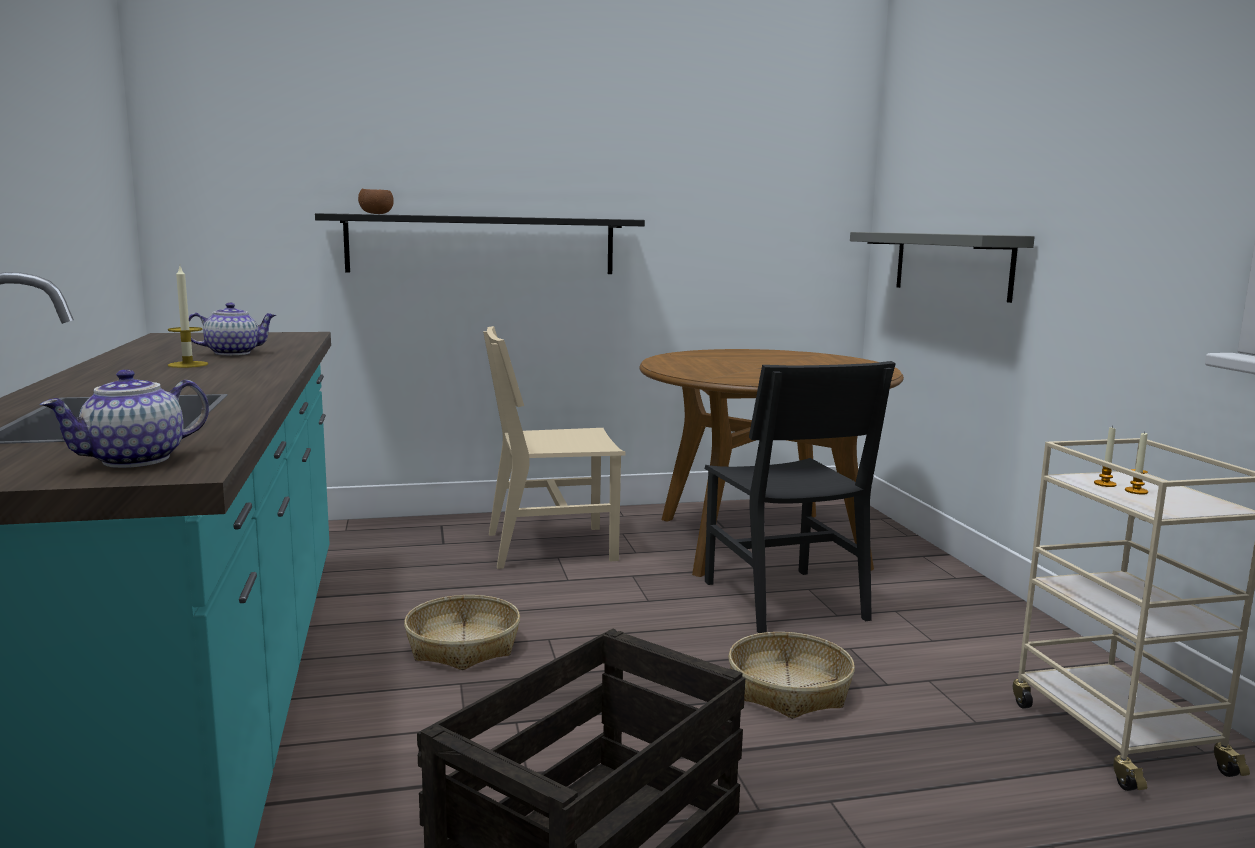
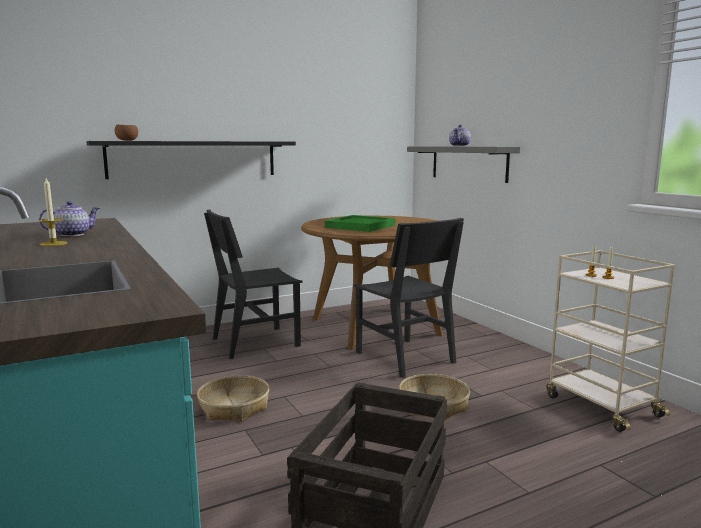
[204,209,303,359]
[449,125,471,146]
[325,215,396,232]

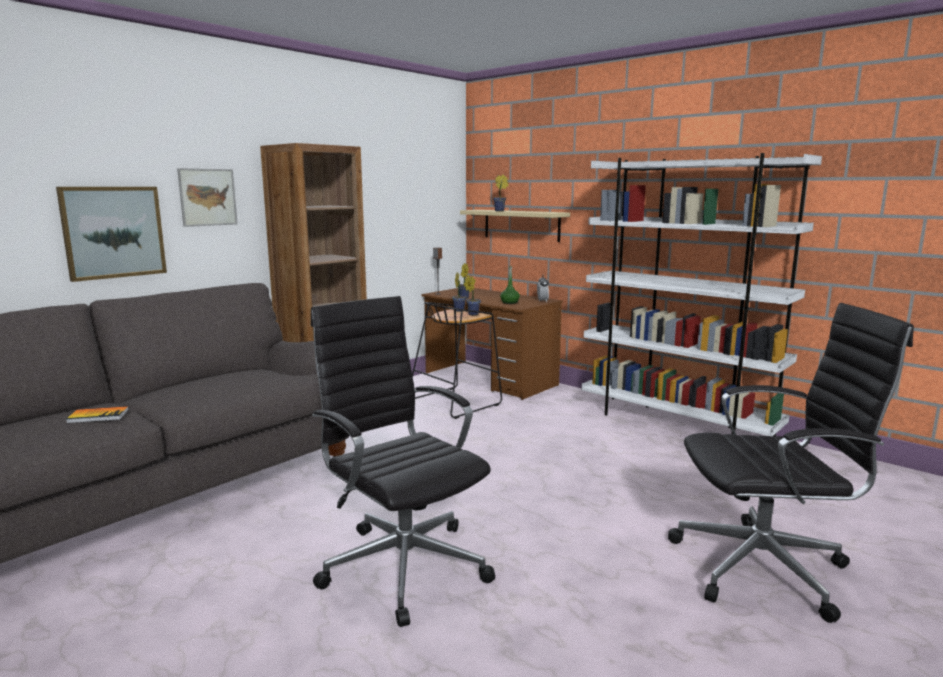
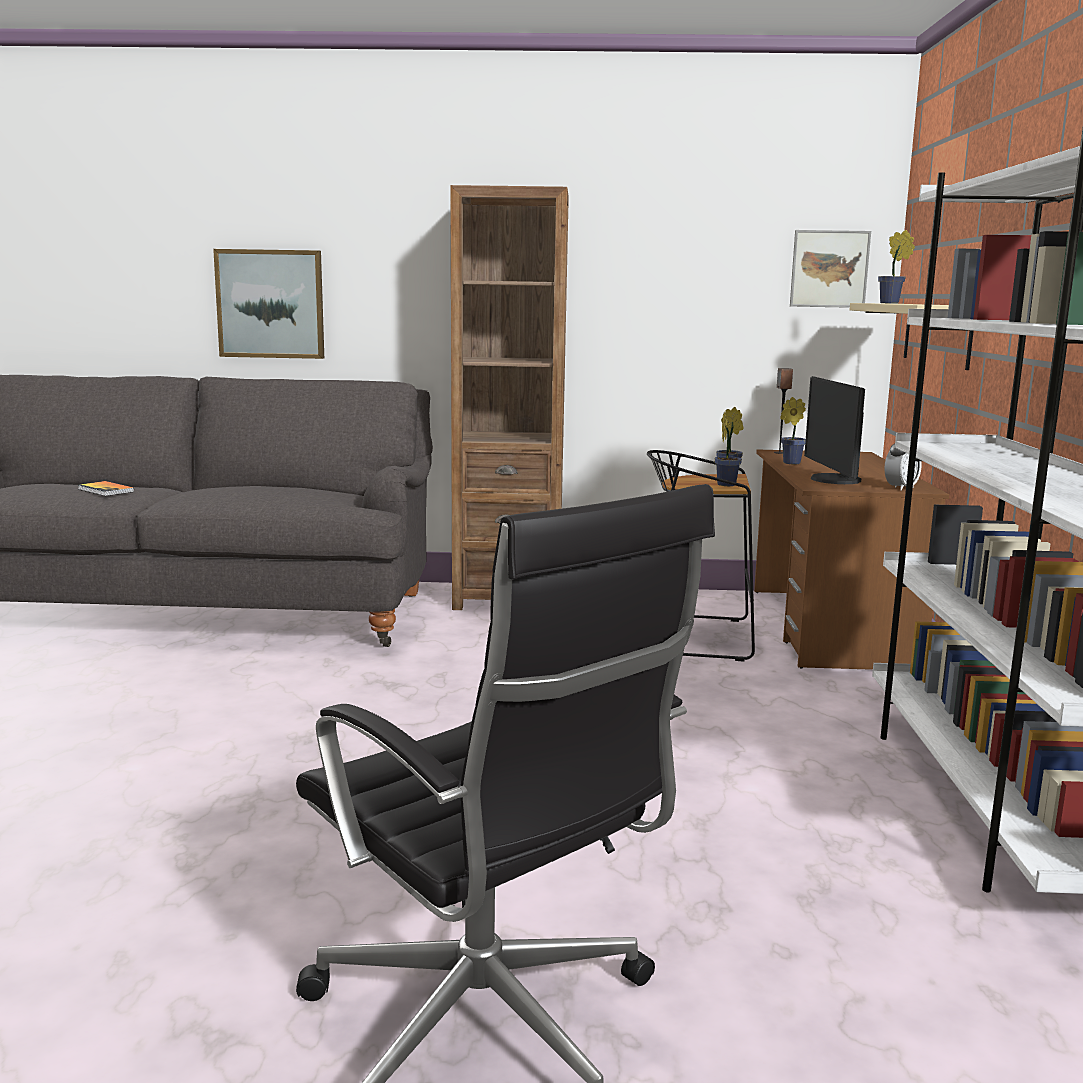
[790,230,871,308]
[804,376,865,484]
[311,296,495,627] (first image)

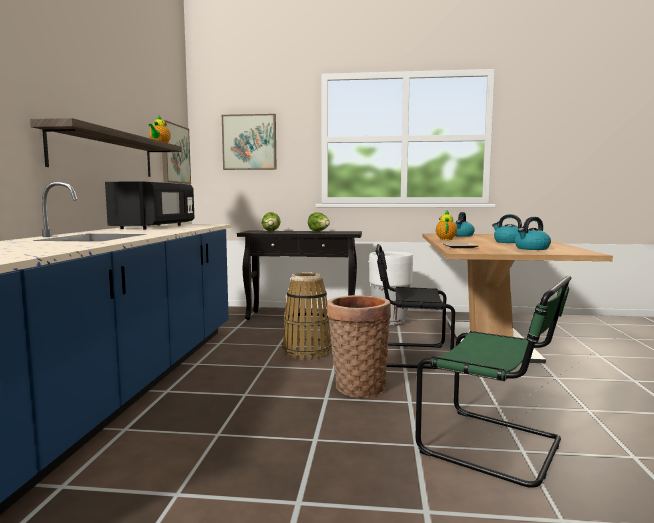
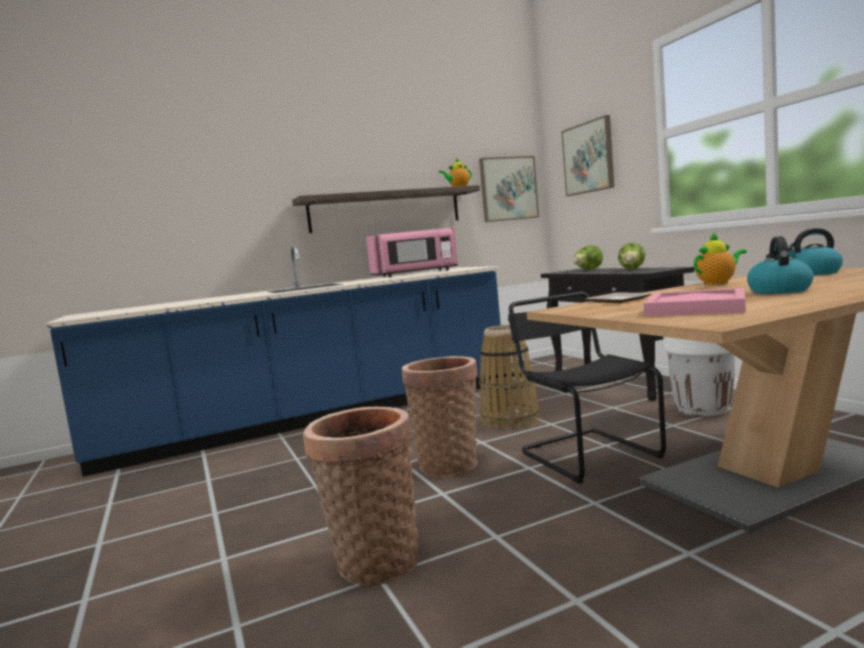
[366,228,458,277]
[643,288,746,316]
[303,407,418,585]

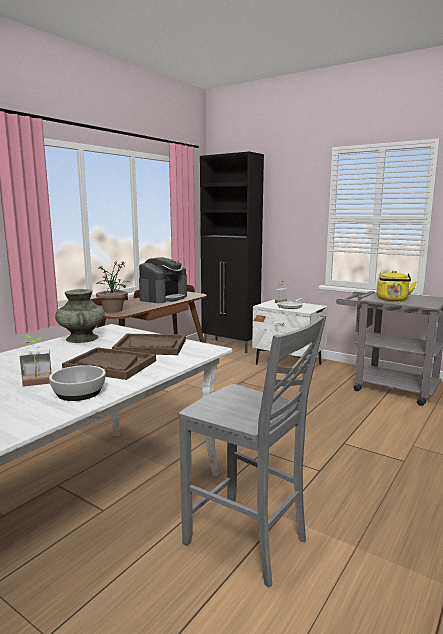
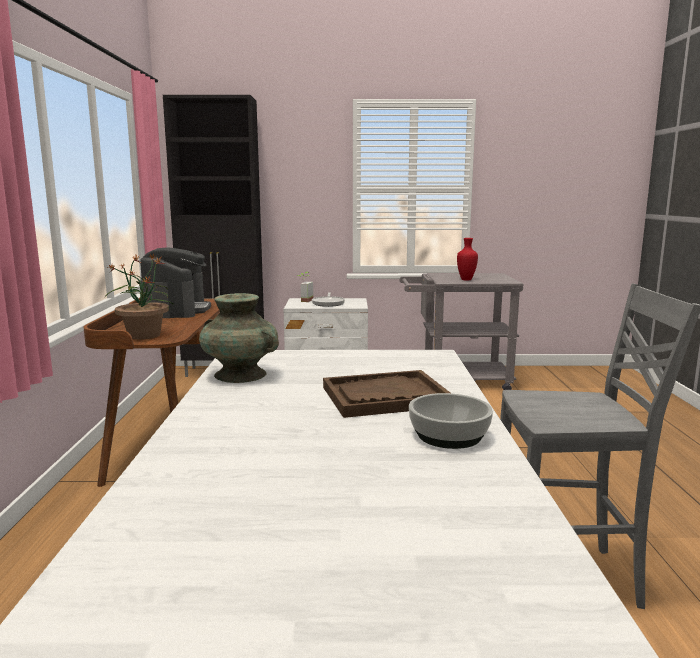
[457,238,478,281]
[112,334,186,355] (first image)
[20,335,52,387] (first image)

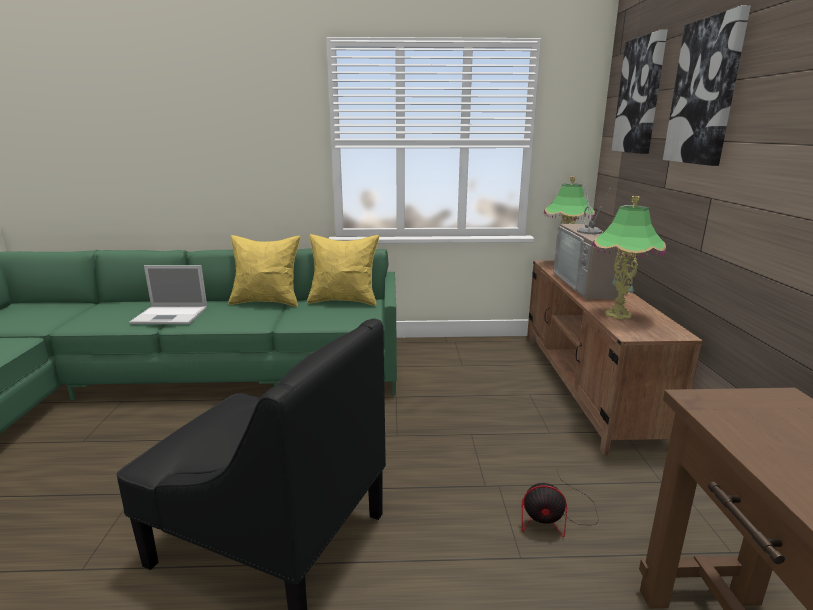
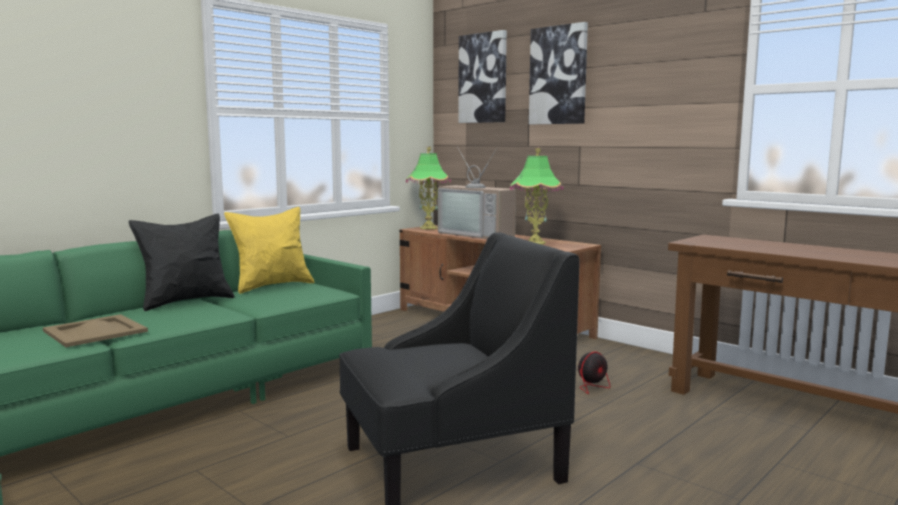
[129,214,235,311]
[43,314,148,347]

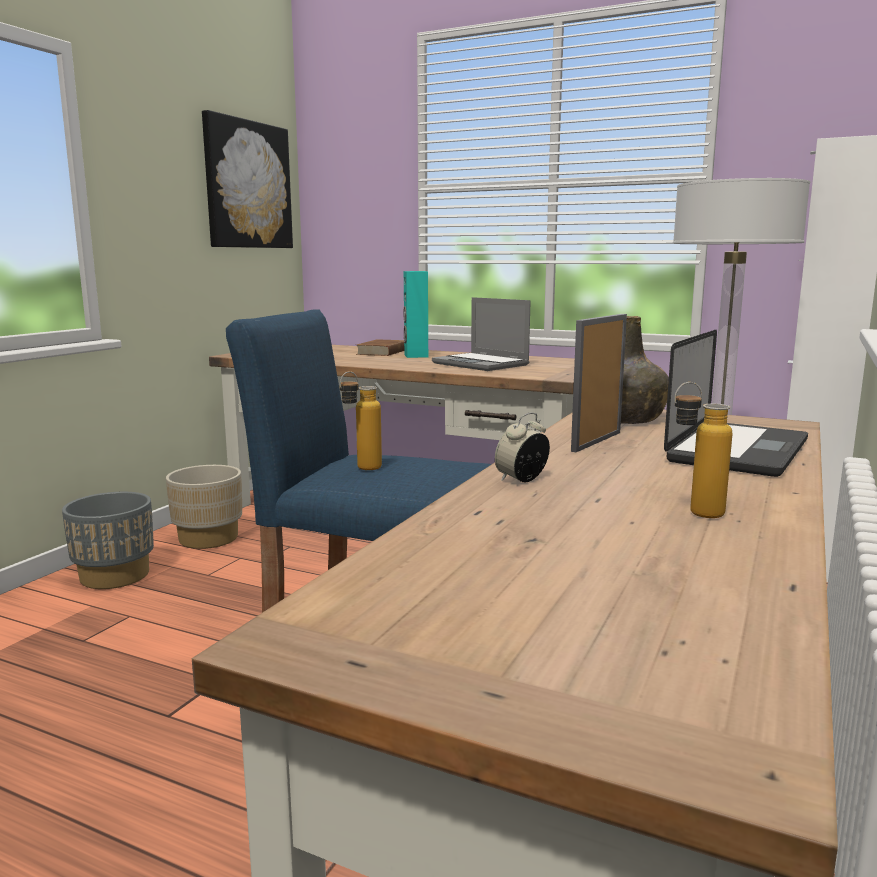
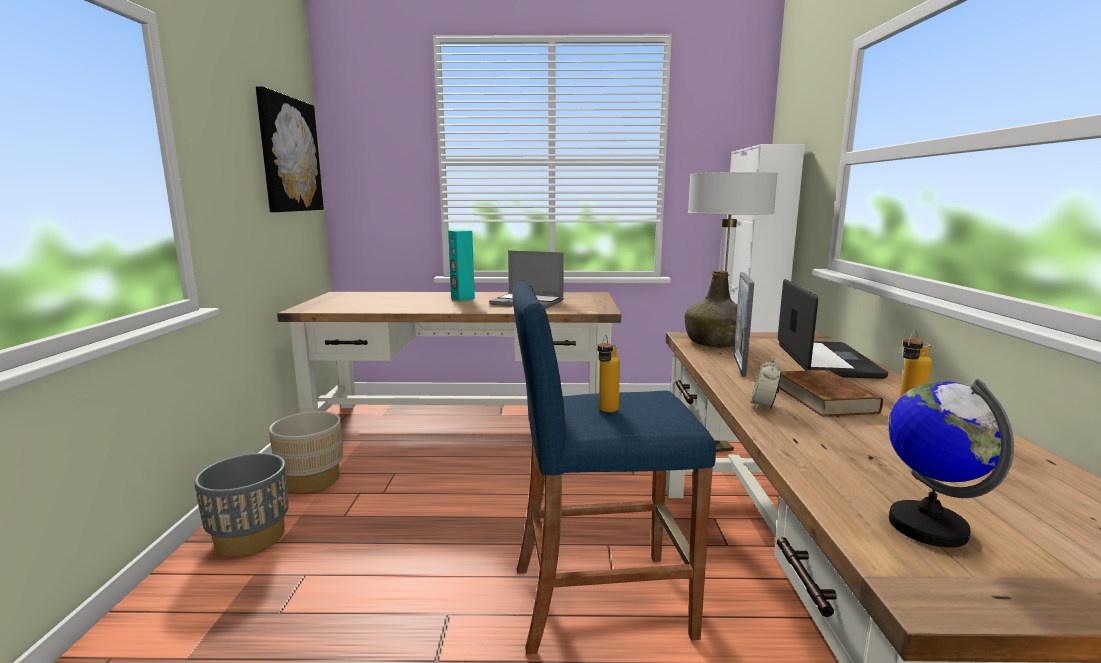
[779,370,883,417]
[888,379,1014,548]

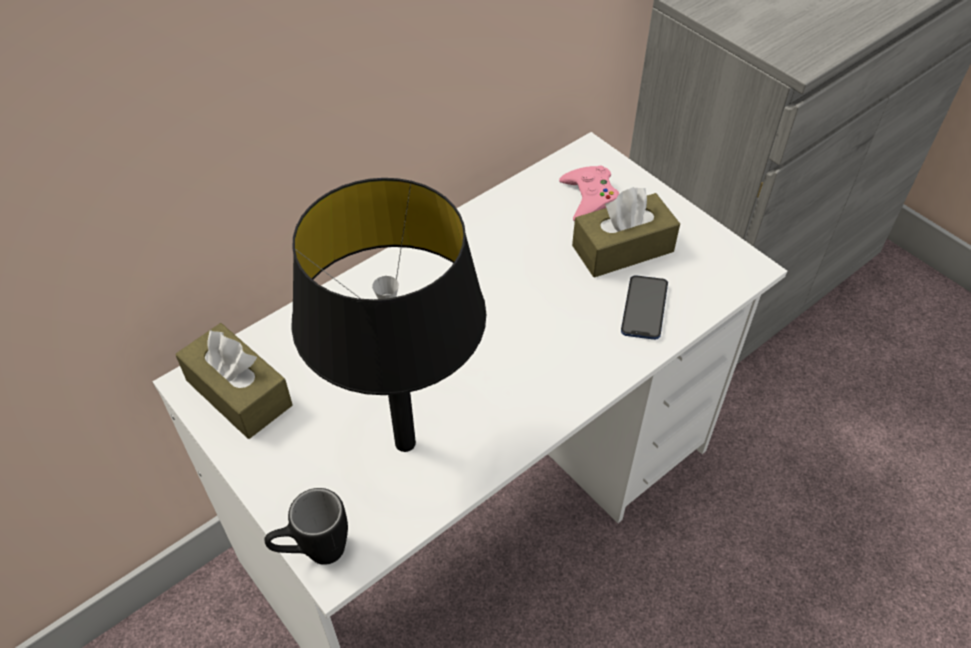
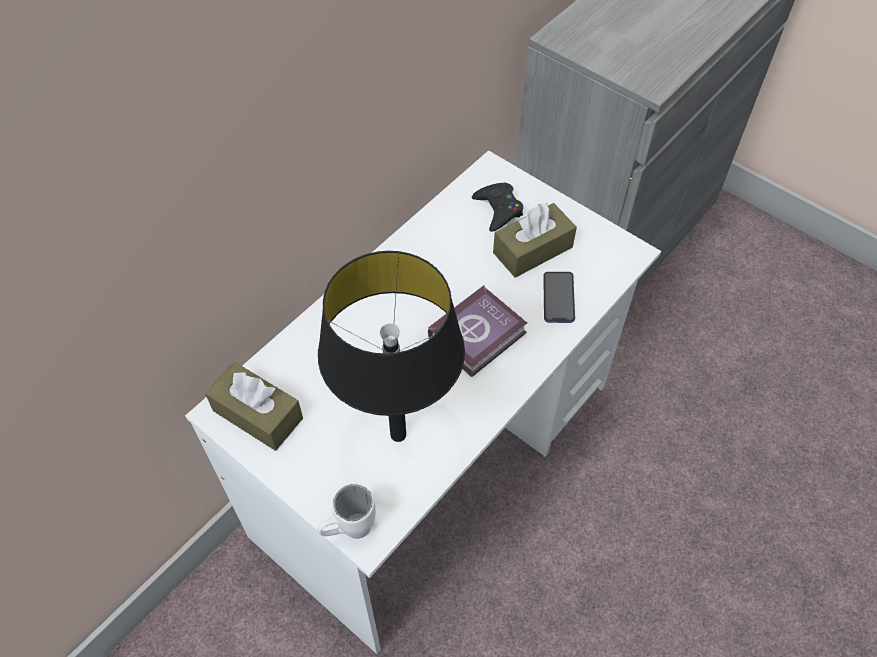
[472,183,523,232]
[317,484,376,539]
[428,285,527,377]

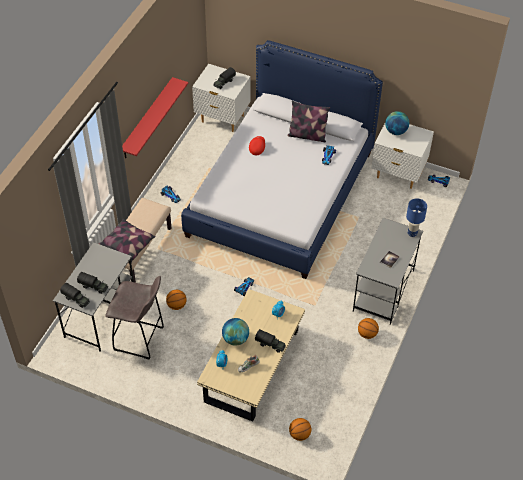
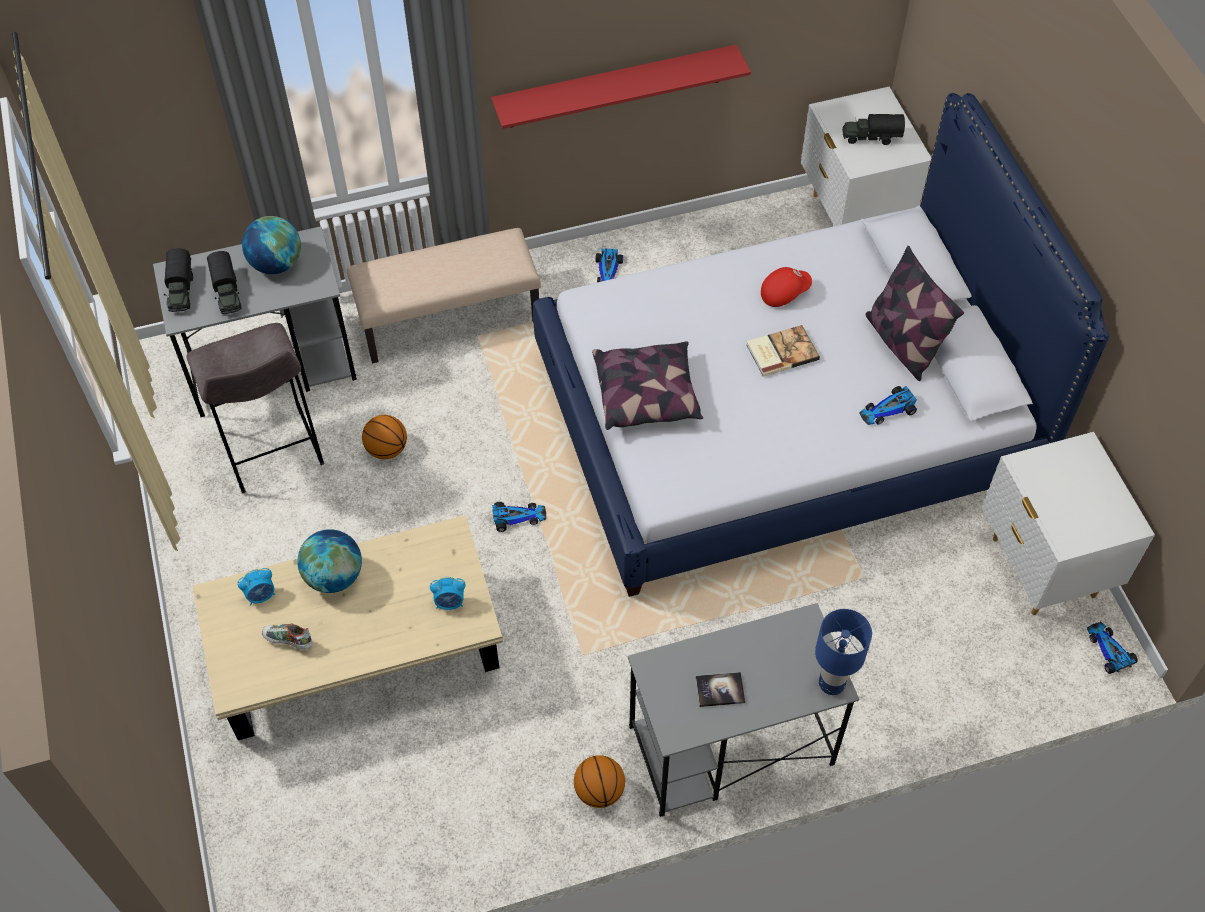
[242,216,301,274]
[592,341,703,430]
[255,329,286,353] (first image)
[289,418,311,441] (first image)
[747,325,820,377]

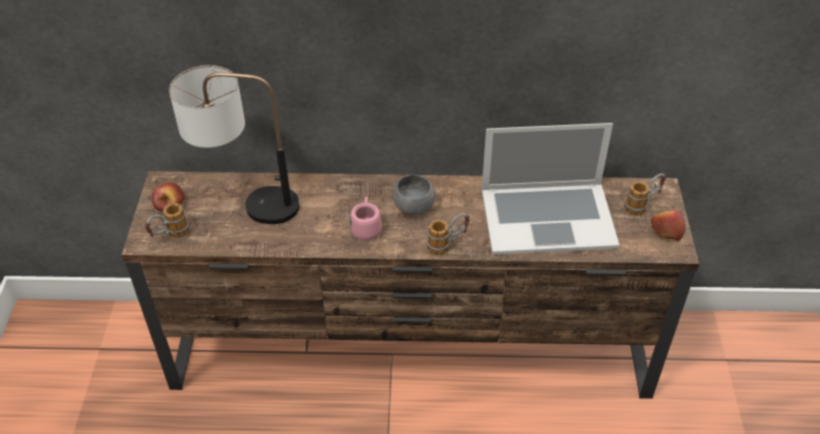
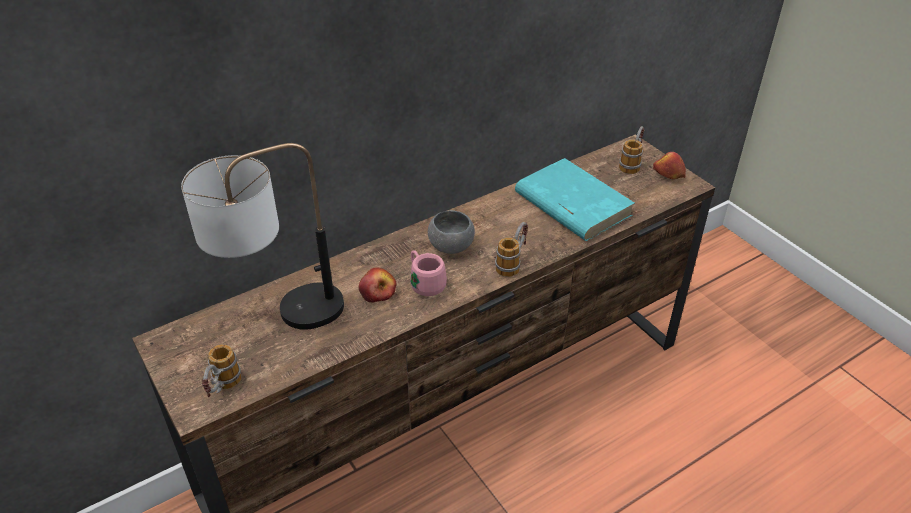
[515,158,635,241]
[359,267,397,302]

